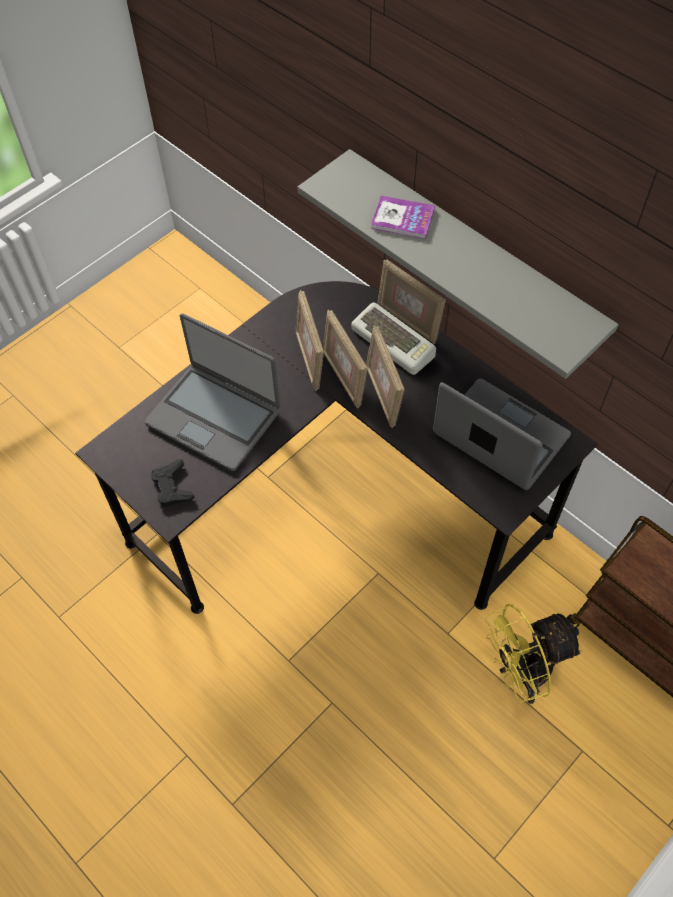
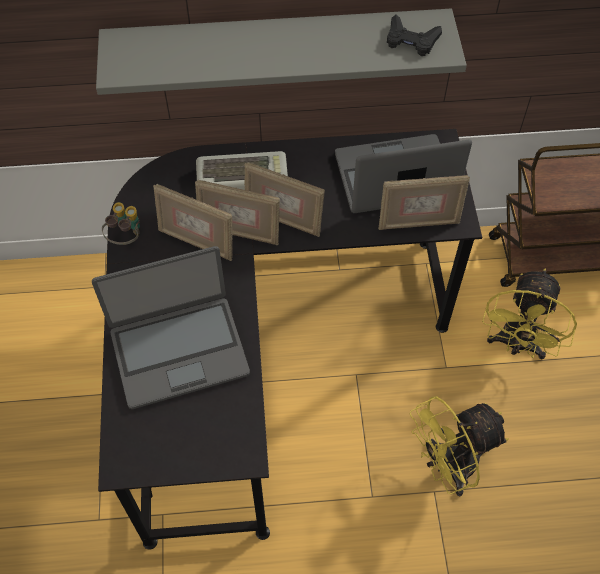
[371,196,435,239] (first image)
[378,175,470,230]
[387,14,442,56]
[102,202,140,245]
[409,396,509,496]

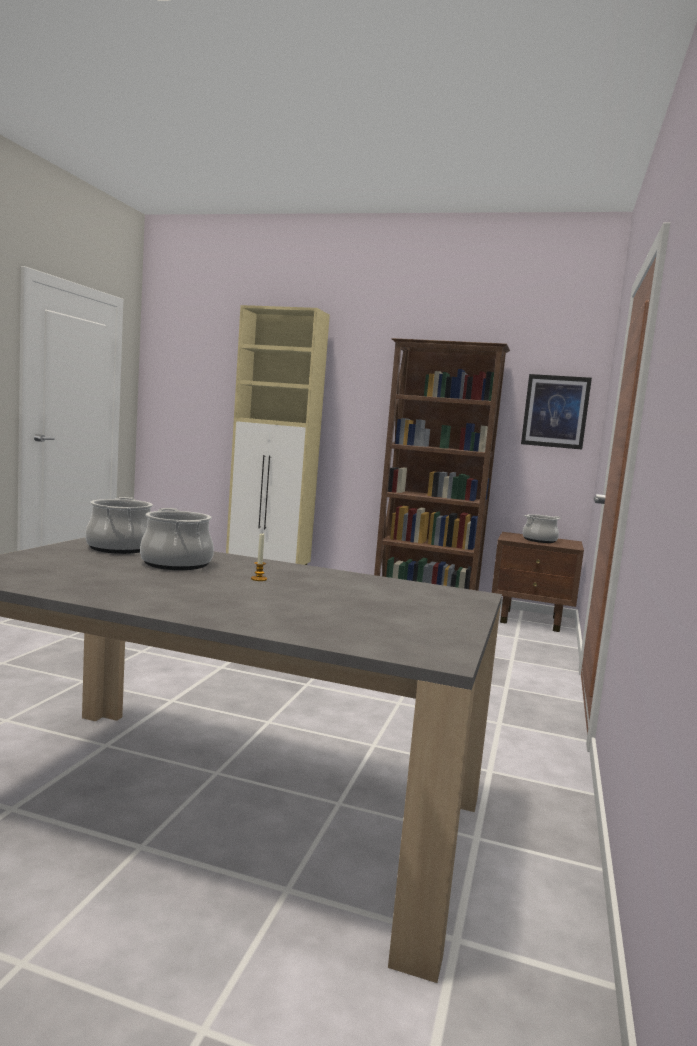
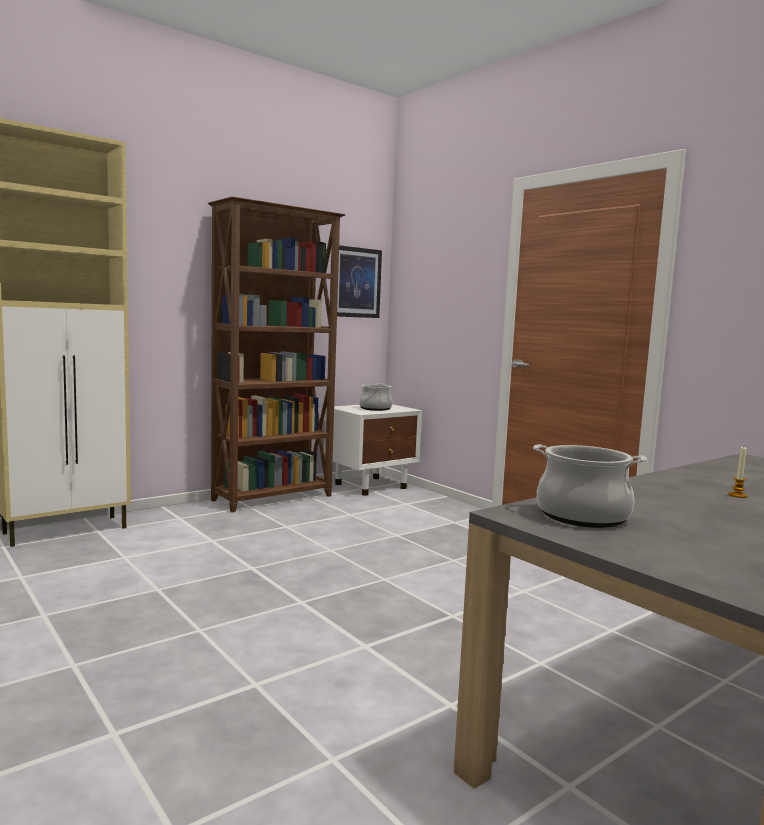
[140,508,214,570] (first image)
[325,404,422,496]

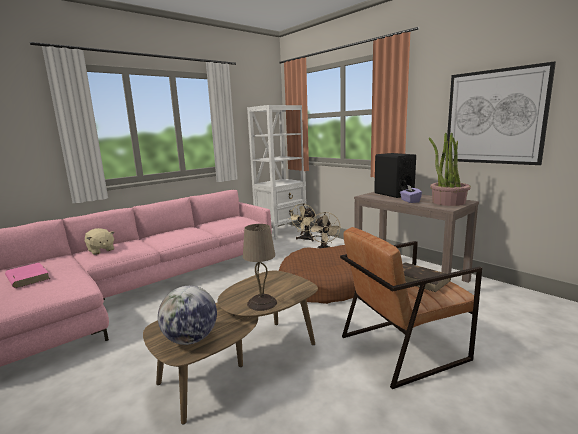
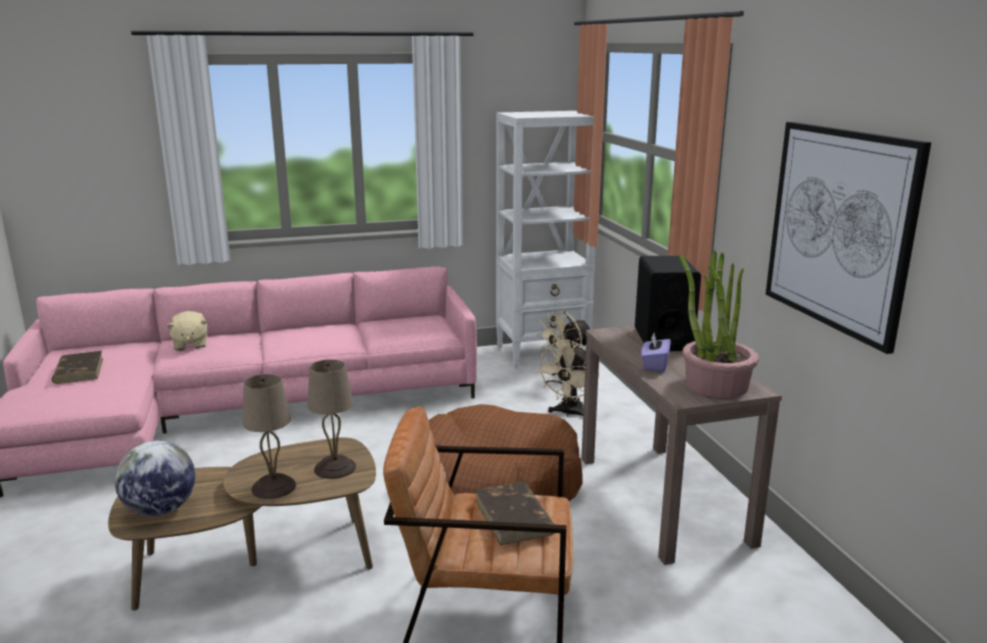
[52,351,103,384]
[307,359,356,479]

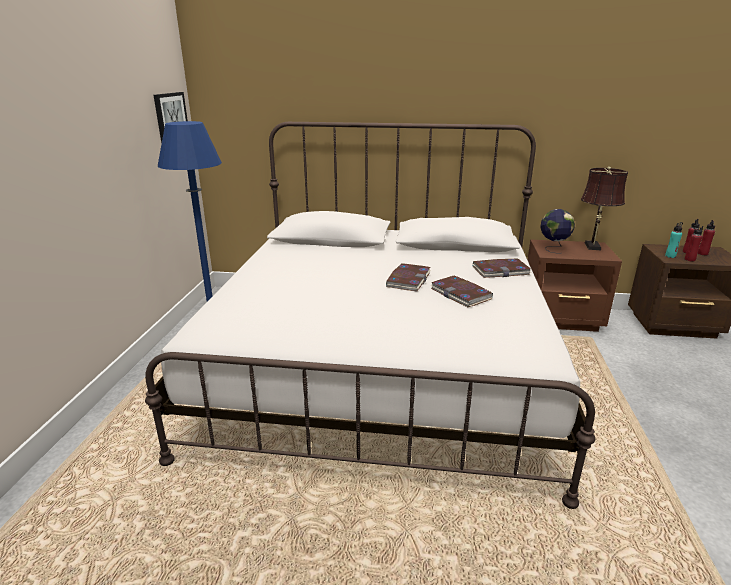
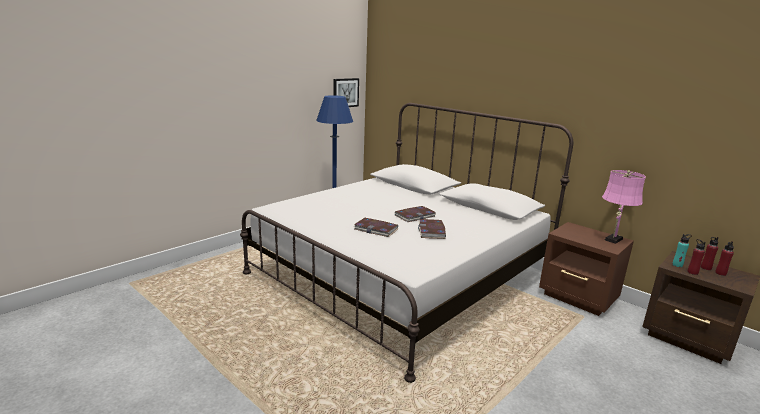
[602,170,646,244]
[540,209,575,253] (first image)
[354,218,399,237]

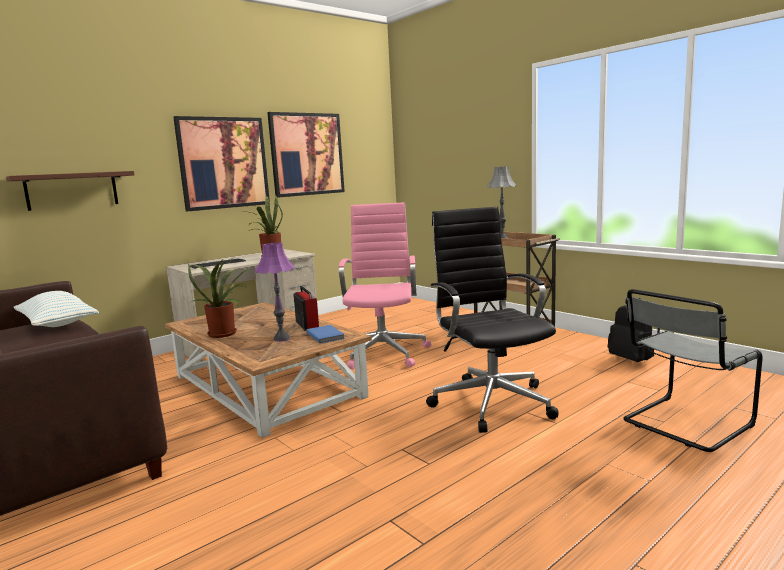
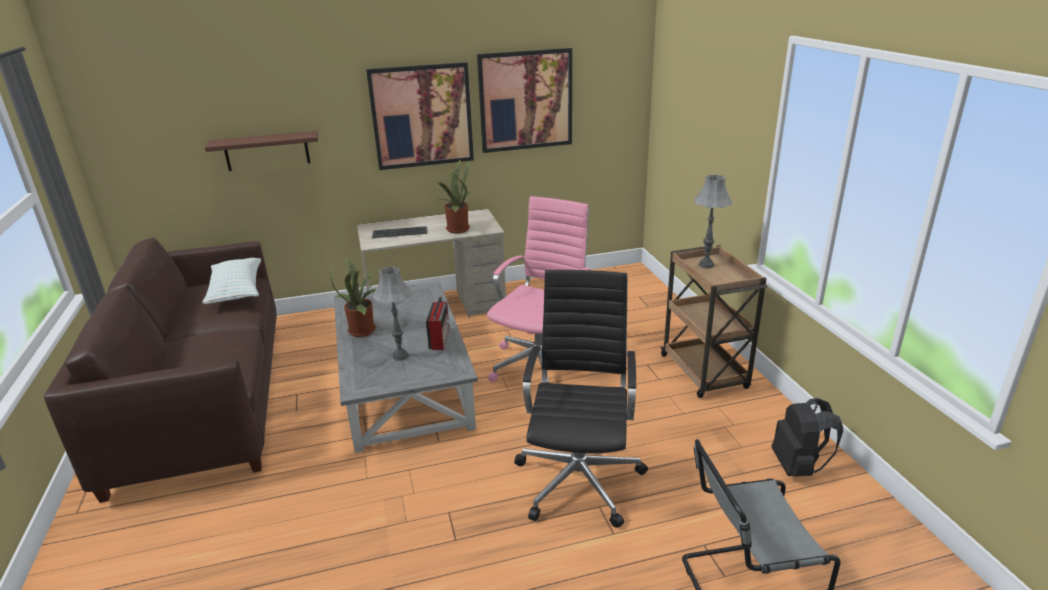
[372,266,412,361]
[334,281,478,453]
[306,325,345,344] (first image)

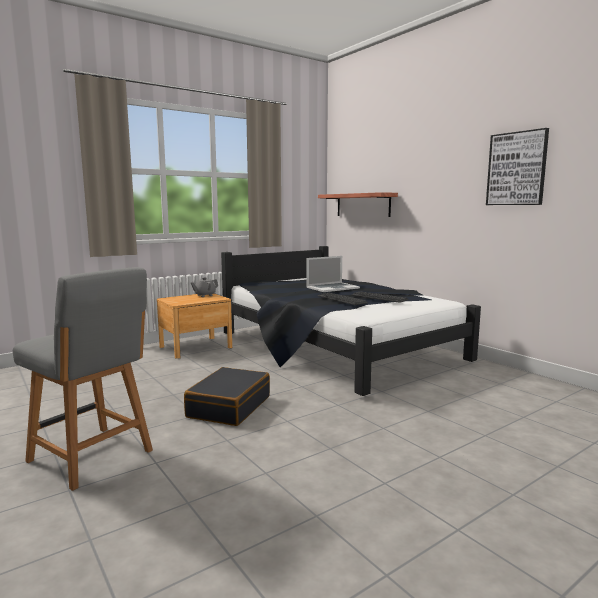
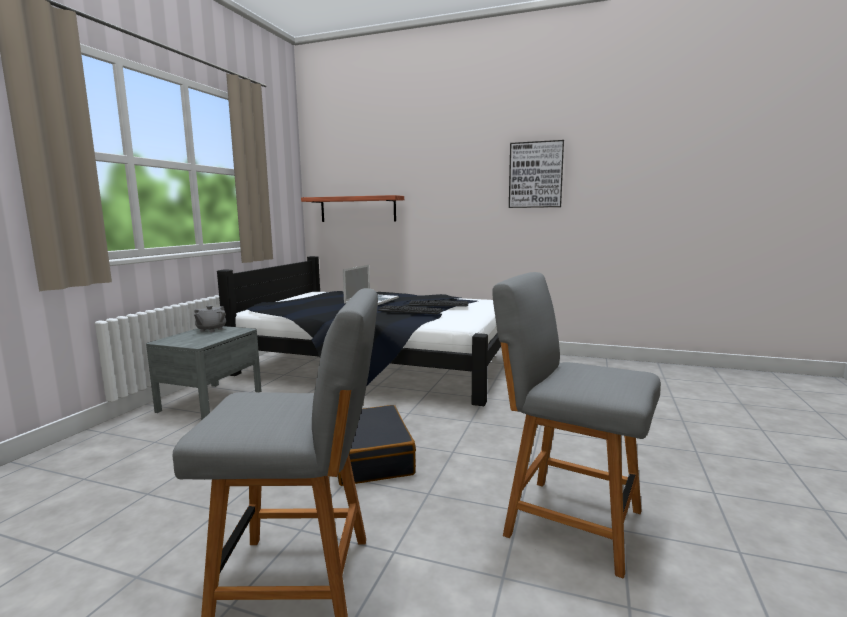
[146,326,262,420]
[492,272,661,578]

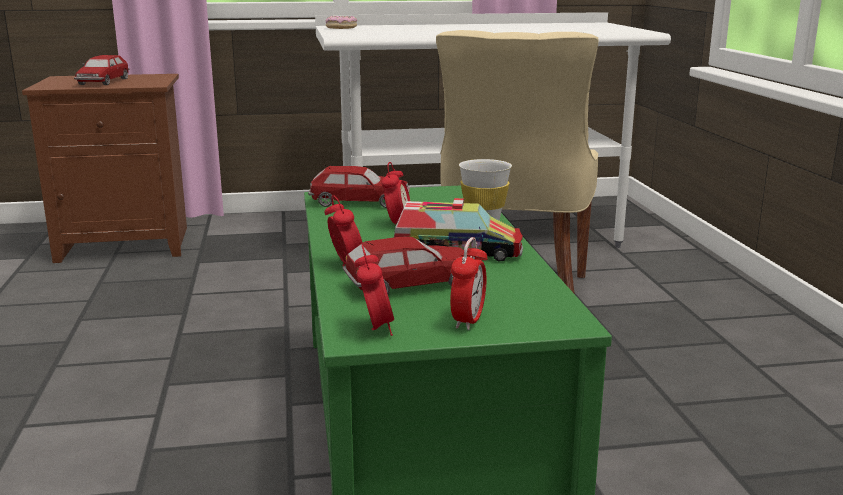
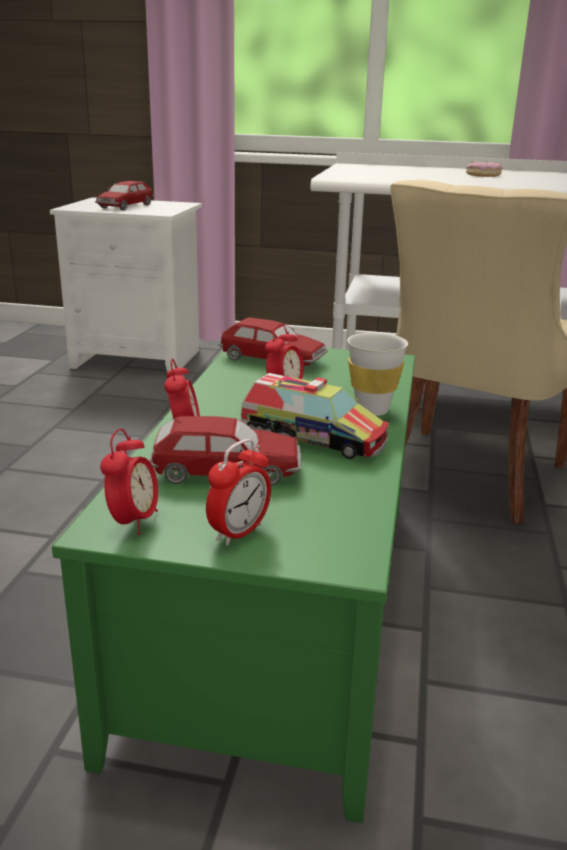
[466,161,503,177]
[50,197,202,372]

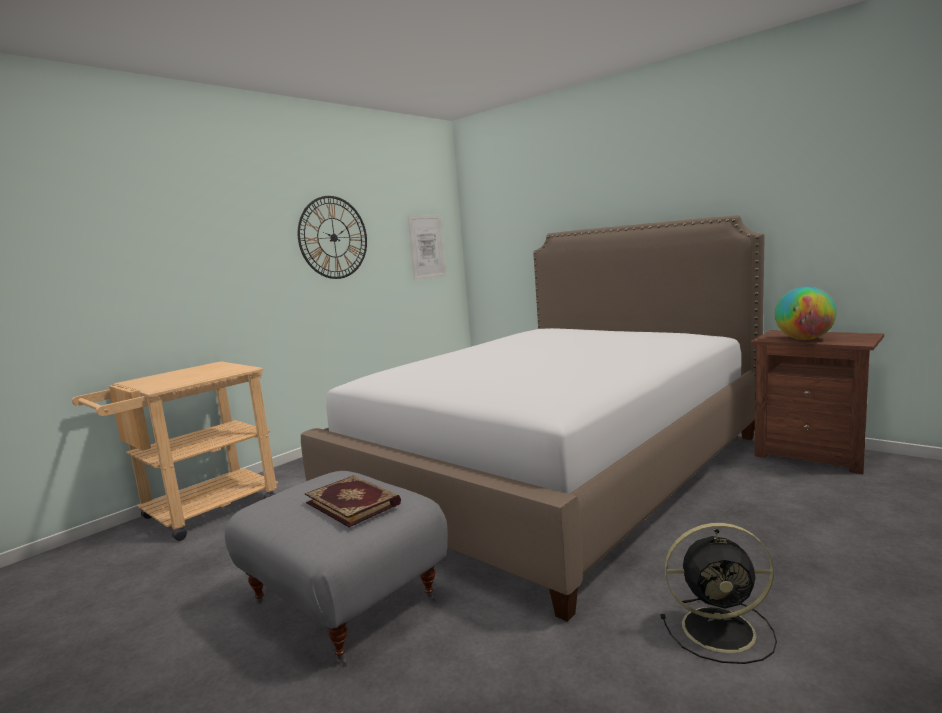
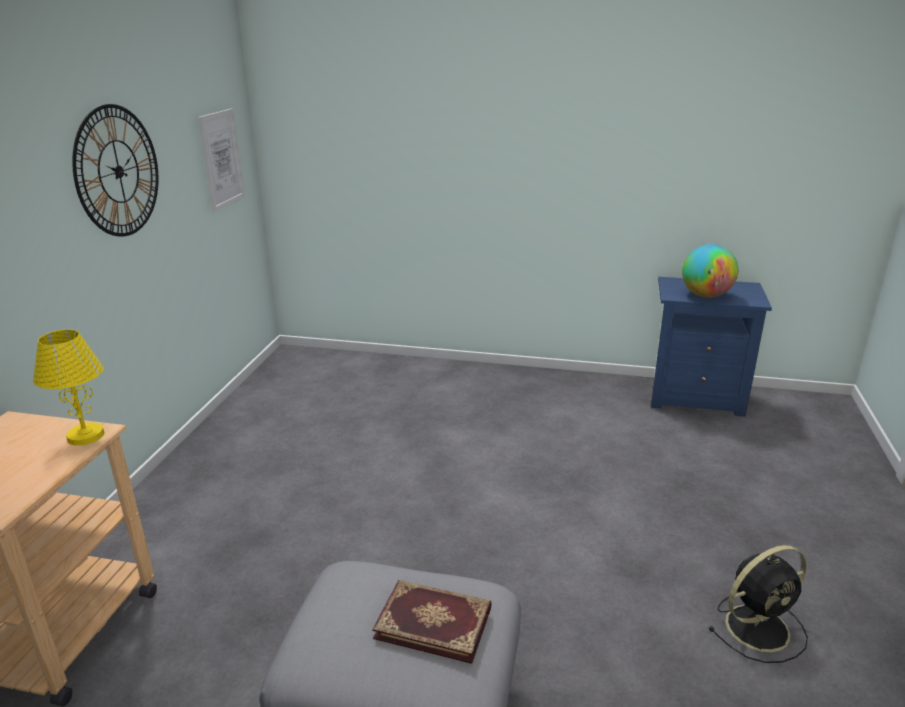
[301,215,765,622] (first image)
[651,277,772,417]
[33,329,104,446]

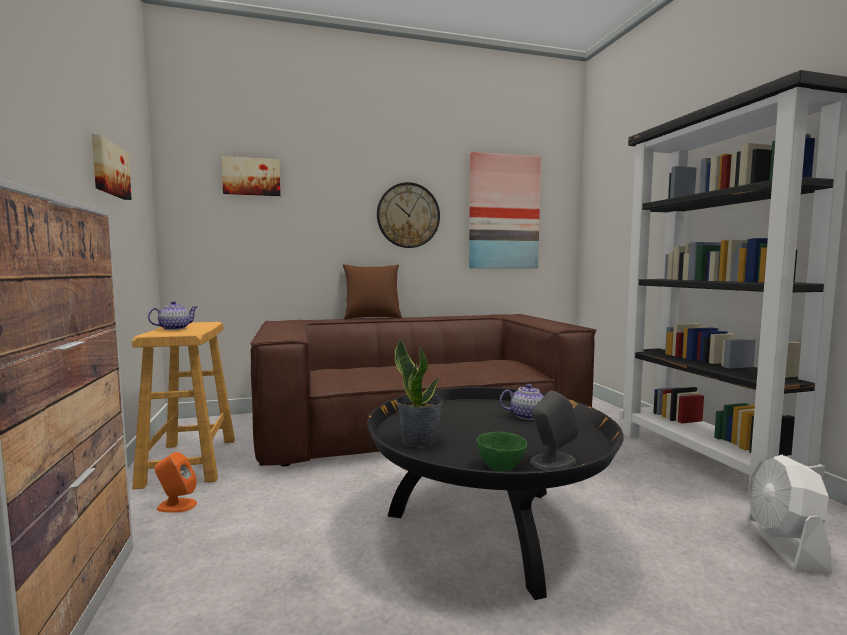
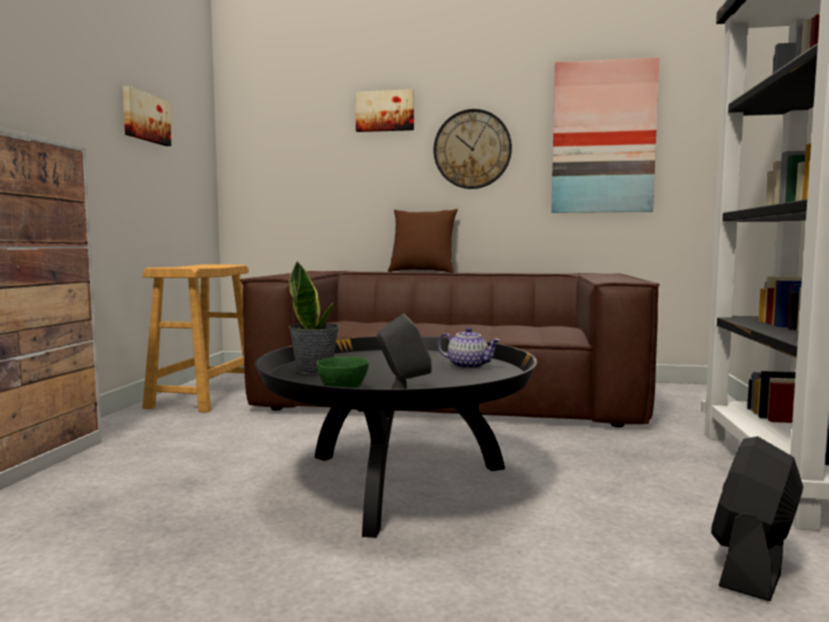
[355,89,414,132]
[148,301,197,330] (first image)
[154,452,197,513] (first image)
[711,436,803,601]

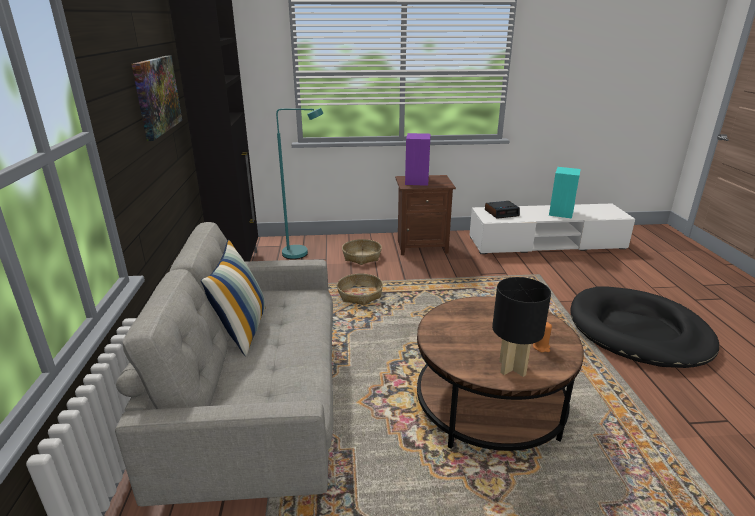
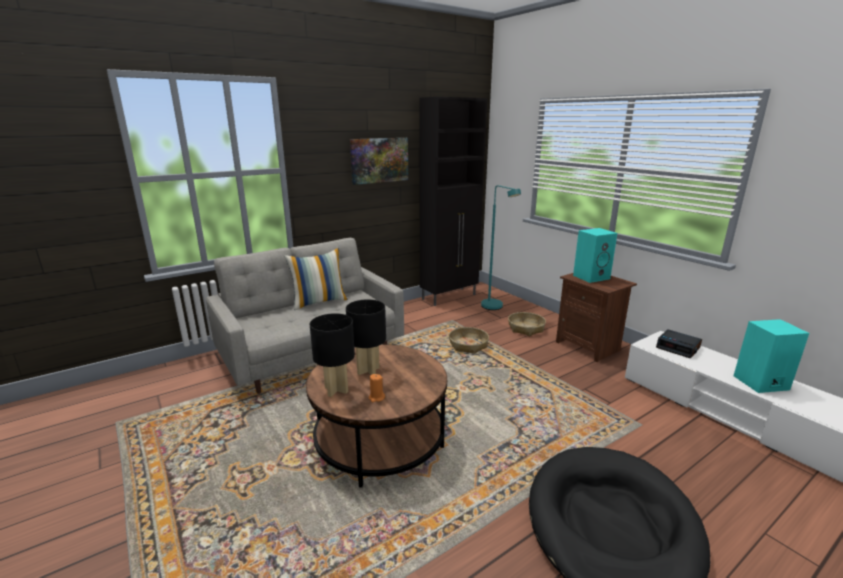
[573,228,617,283]
[346,299,386,375]

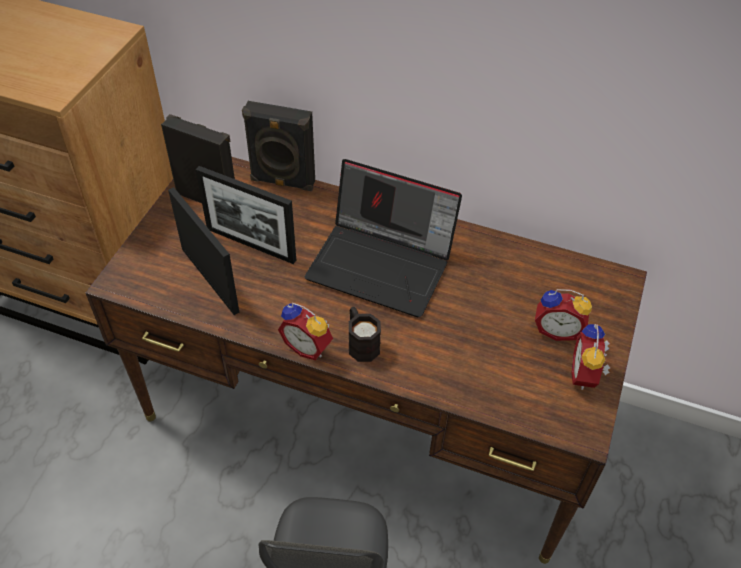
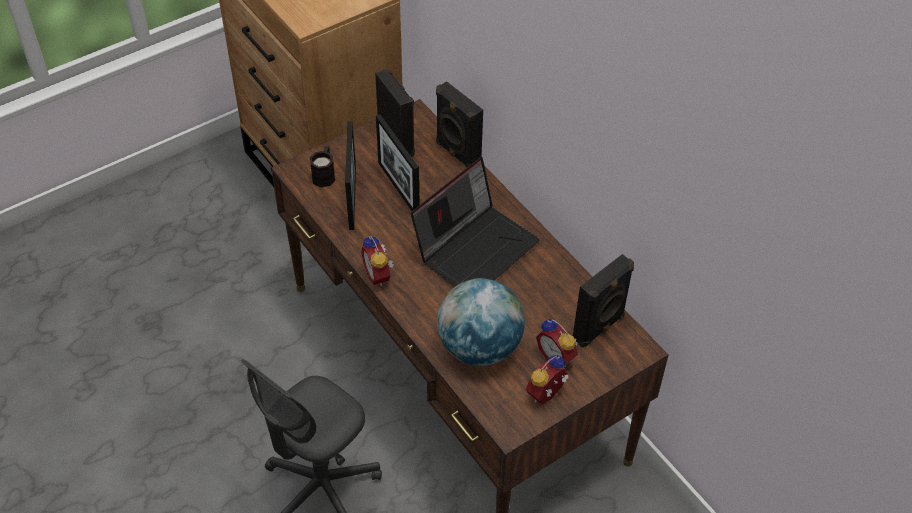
[411,157,540,286]
[310,146,335,187]
[573,254,634,348]
[437,278,525,366]

